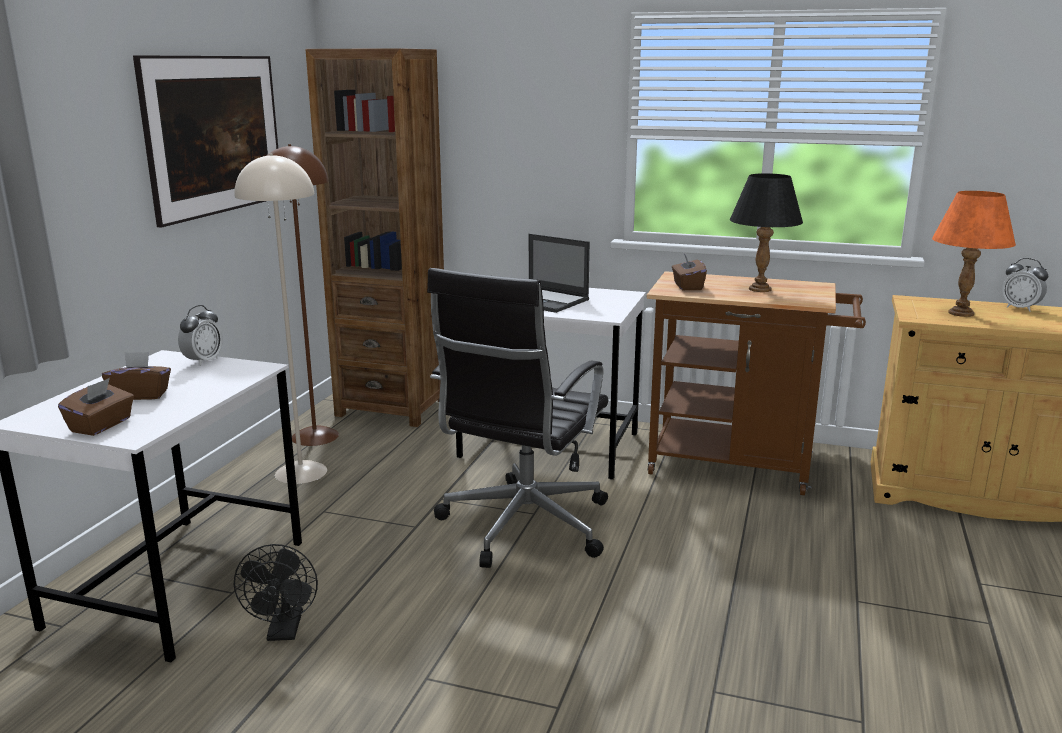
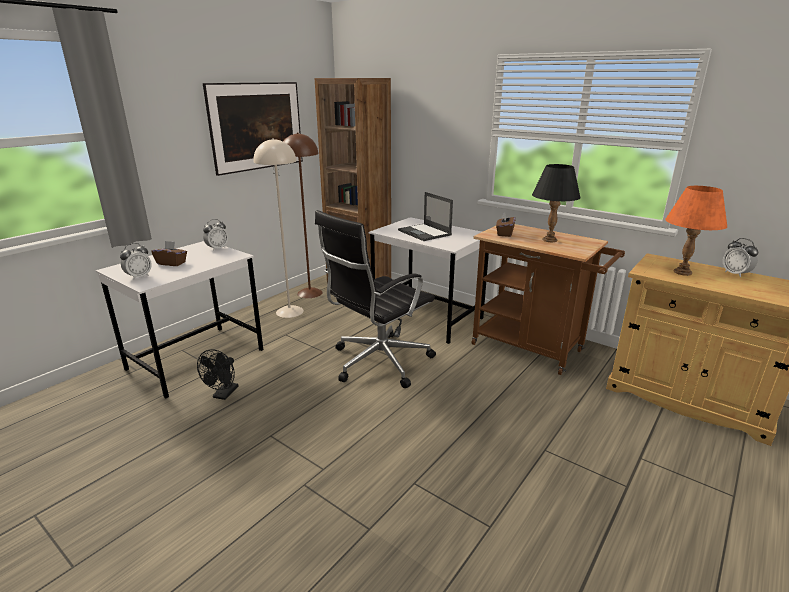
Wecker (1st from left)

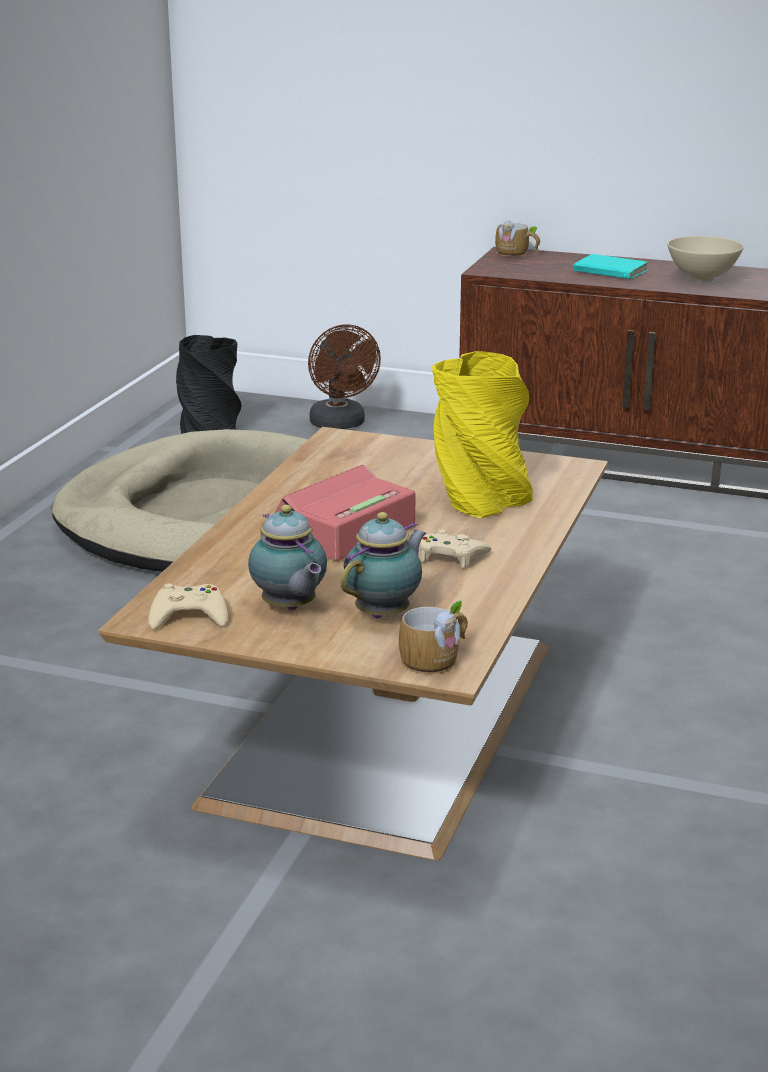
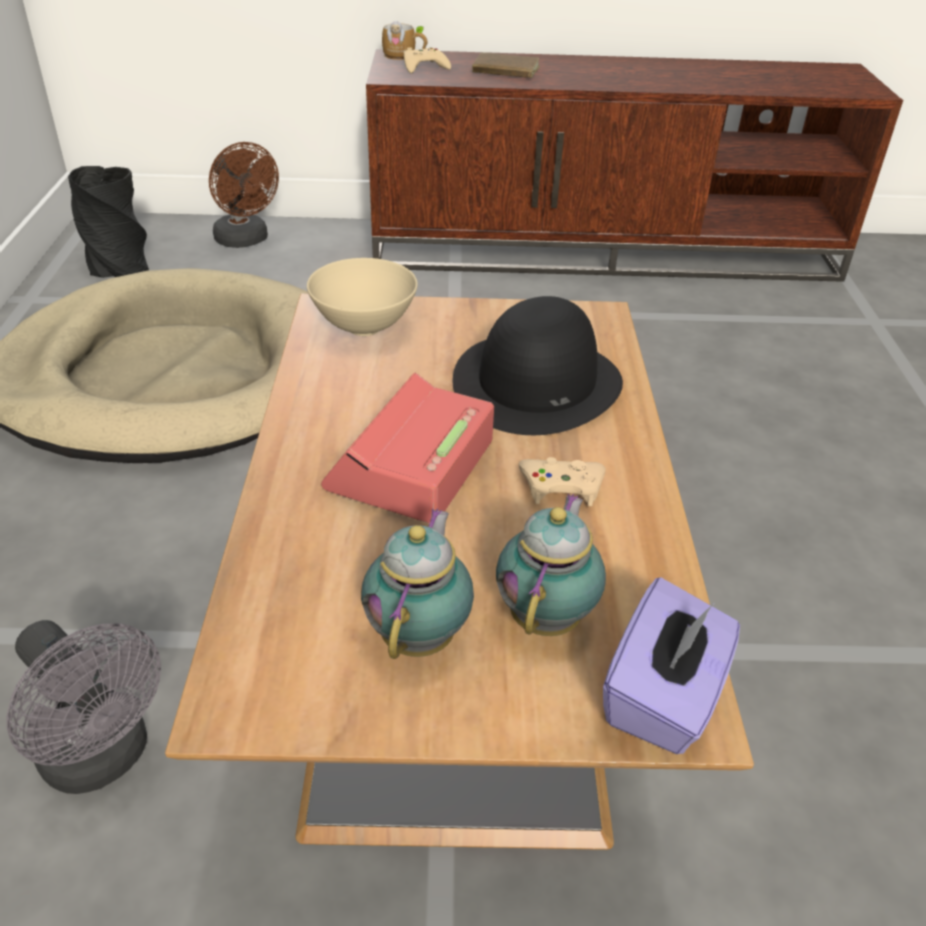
Gamepad (beige) (1st from left)
Teekanne (1st from left)
Taschentuchbox (lila)
Hut (schwarz)
Buch (braun)
Schüssel (beige)
Ventilator (grau)

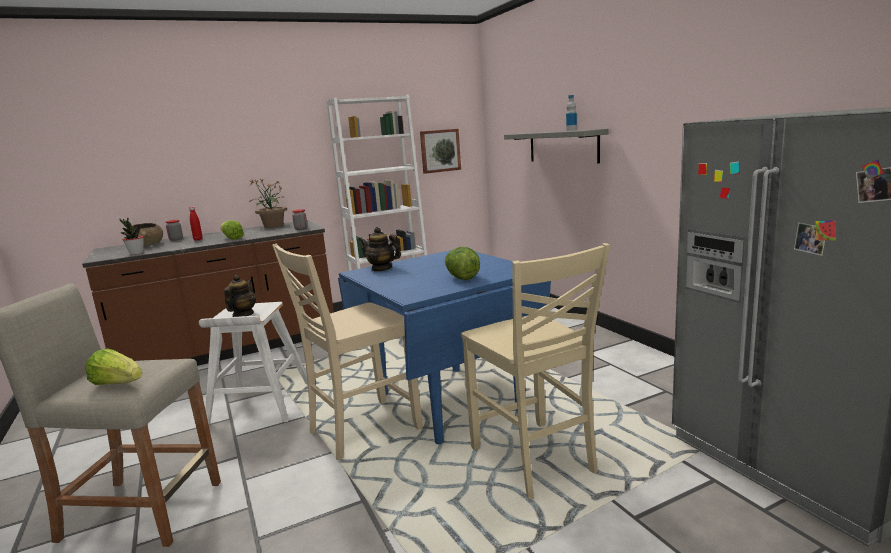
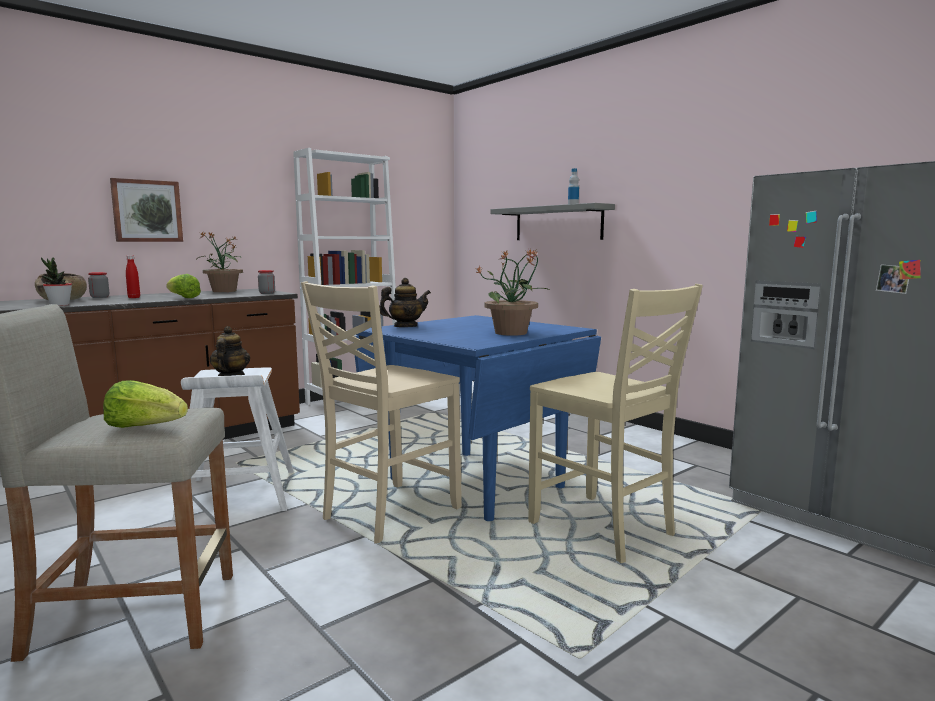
Teekanne (2nd from left)
Bild
Topfpflanze (3rd from left)

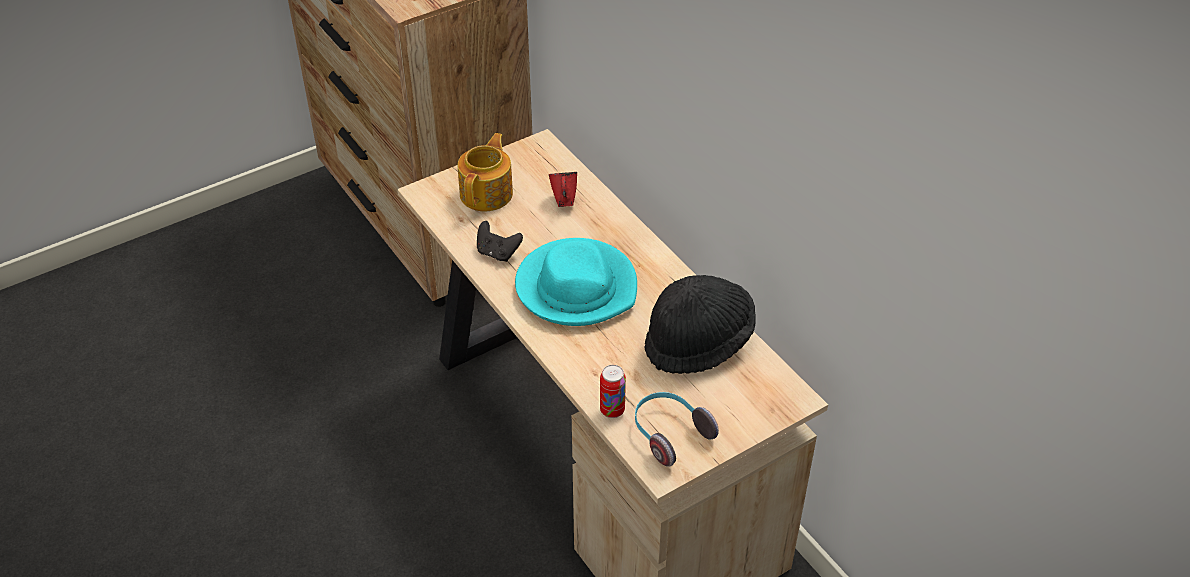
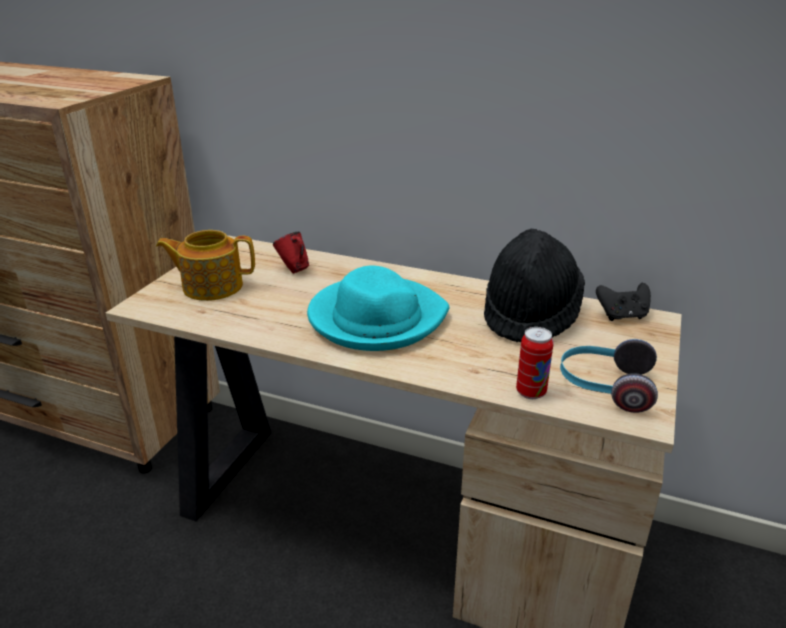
Teekanne
Gamepad (schwarz)

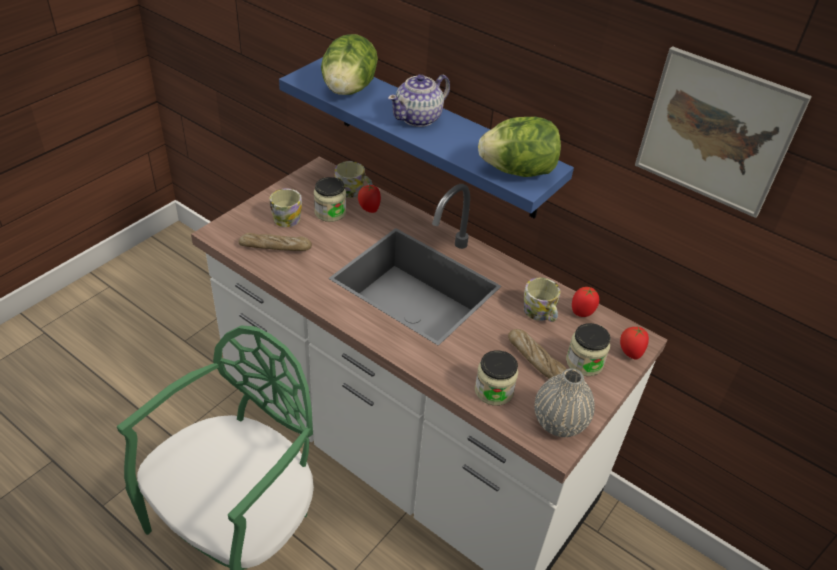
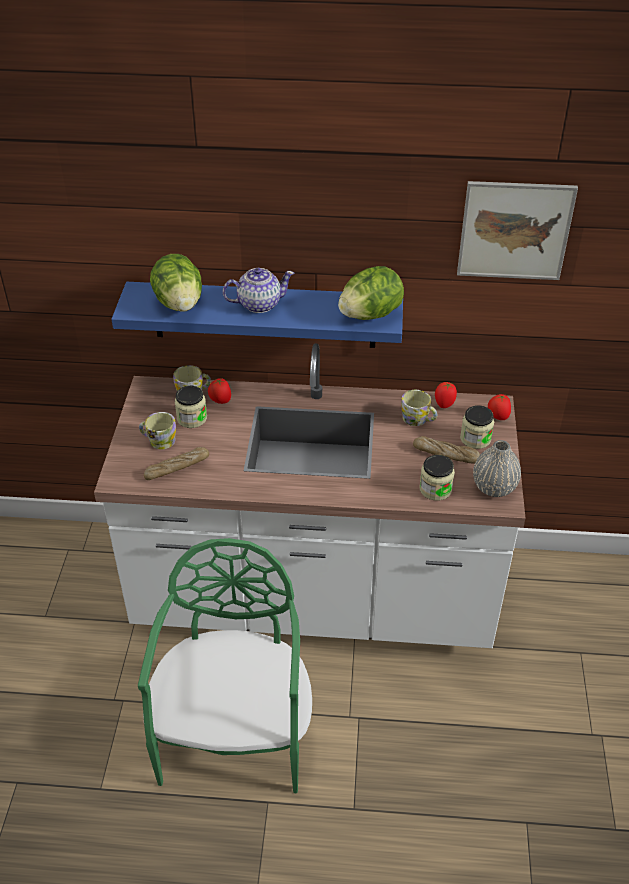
Teekanne

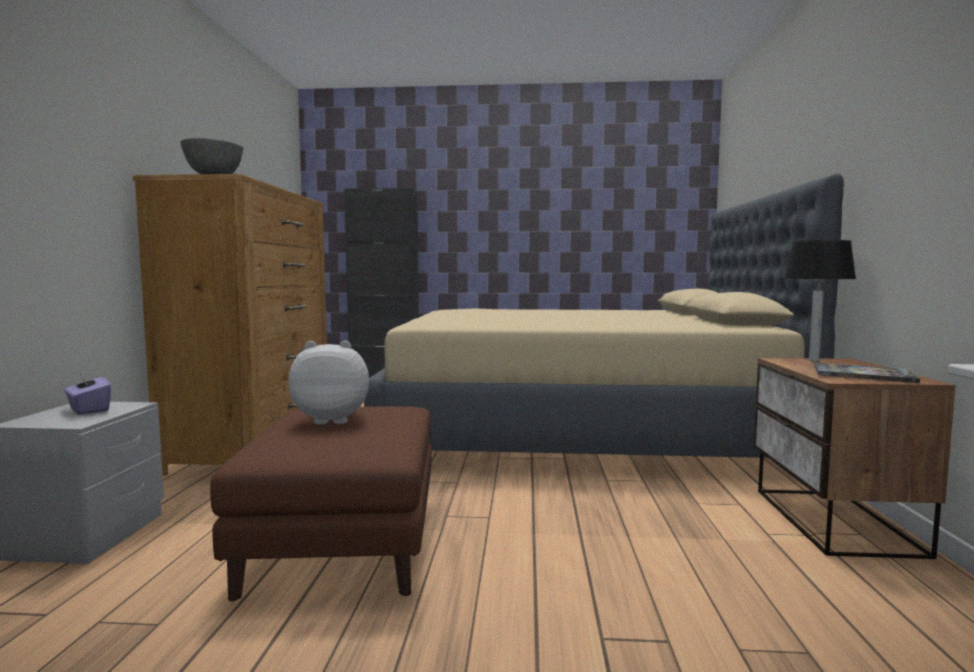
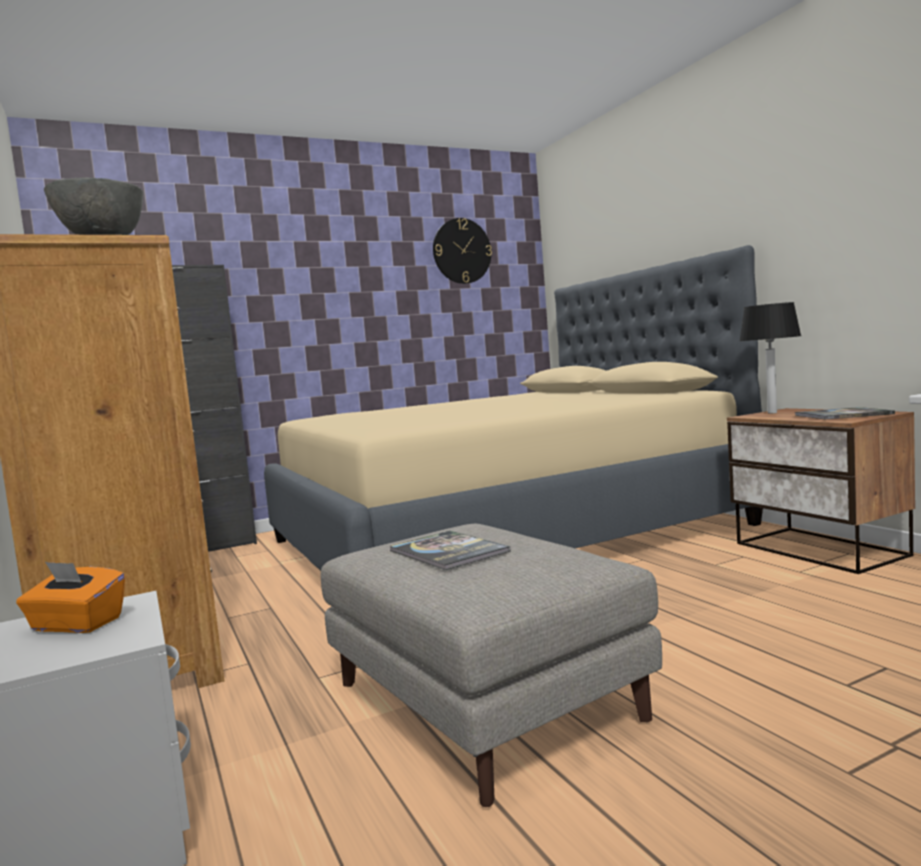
Taschentuchbox (orange)
Polsterhocker (grau)
Buch (1st from left)
Wanduhr

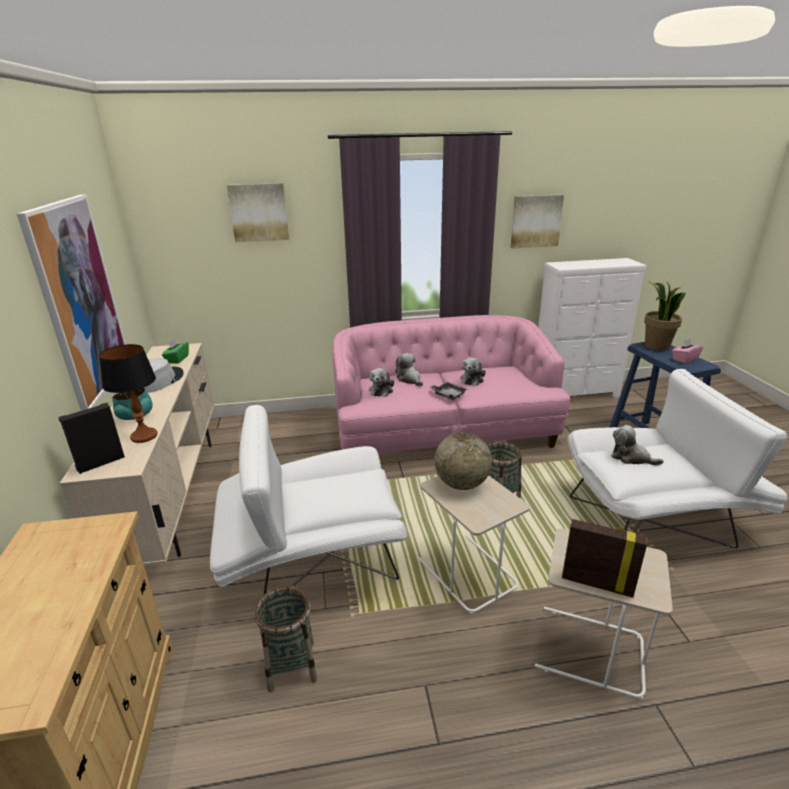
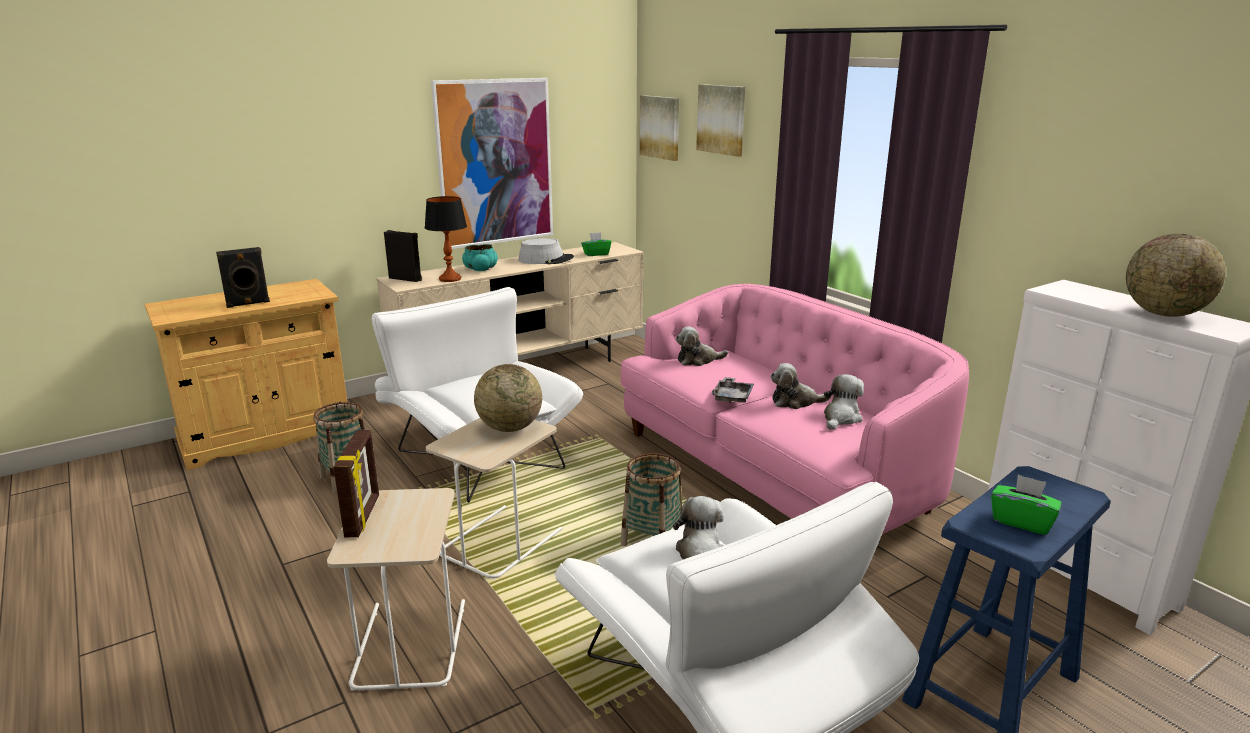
Plüschtier (4th from left)
Bild (2nd from left)
Topfpflanze
Taschentuchbox (grün) (2nd from left)
Lautsprecher (schwarz) (1st from left)
Globus (2nd from left)

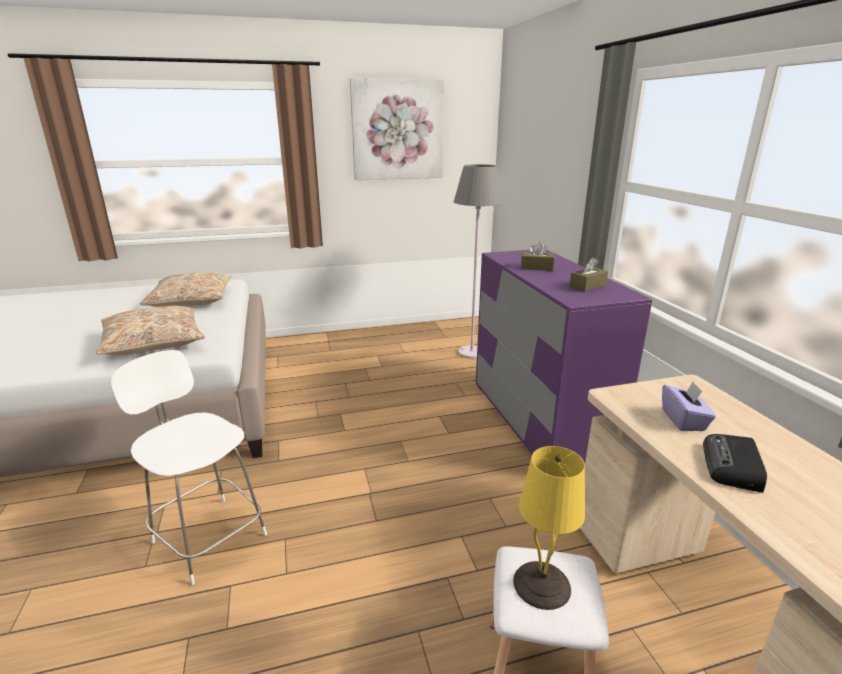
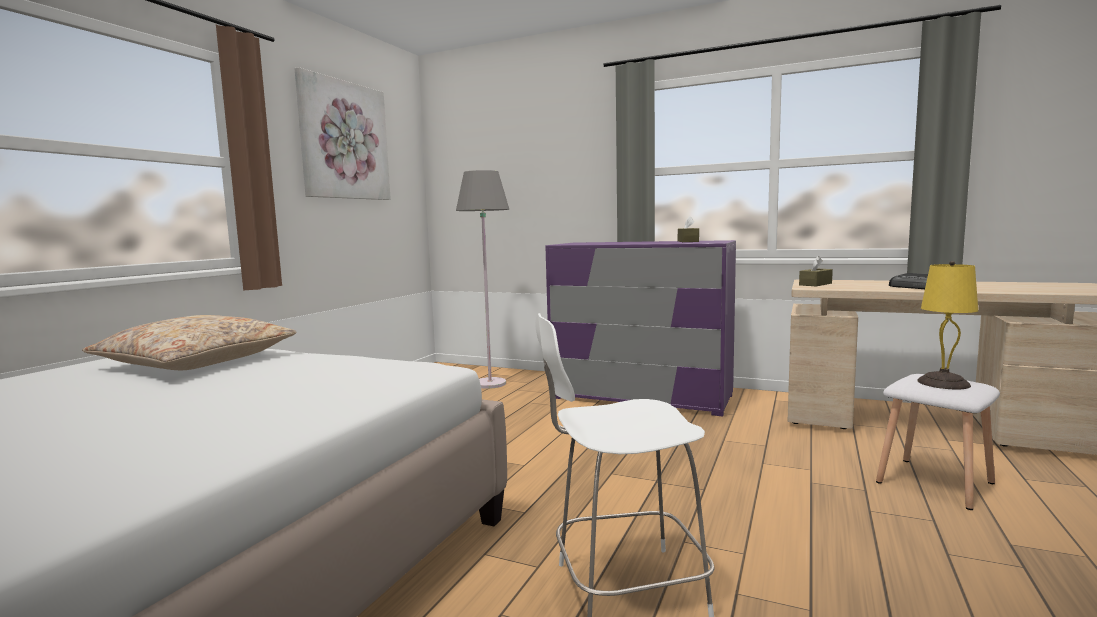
Kissen (beige) (1st from left in the first image)
Taschentuchbox (braun) (2nd from left)
Taschentuchbox (lila)

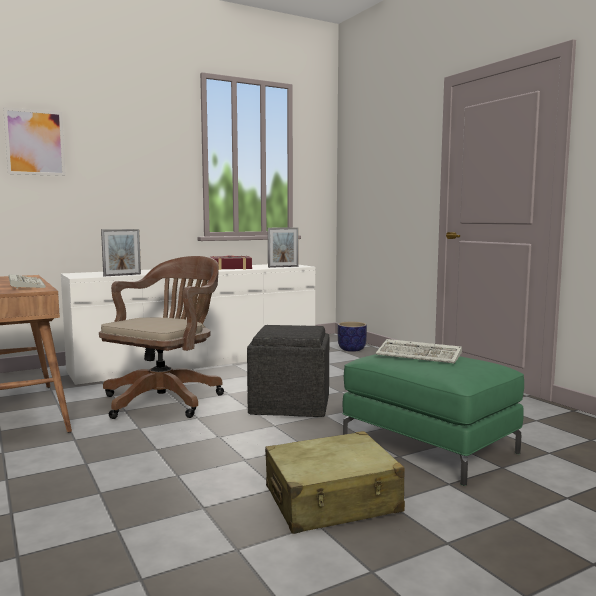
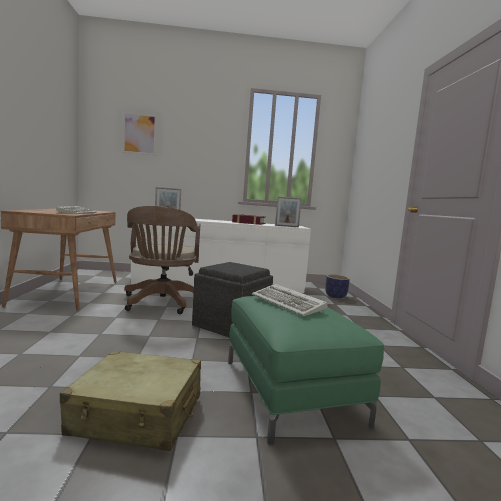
Bürostuhl (braun)

